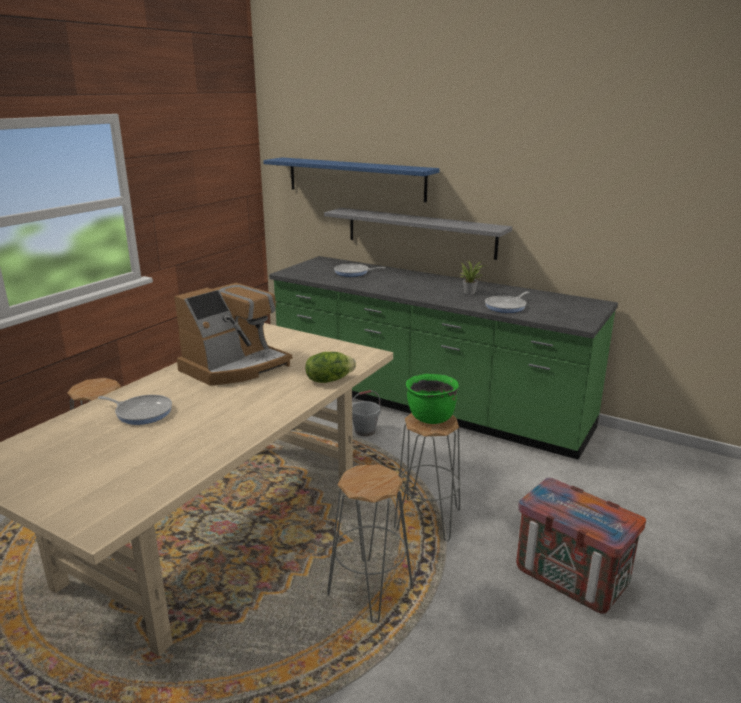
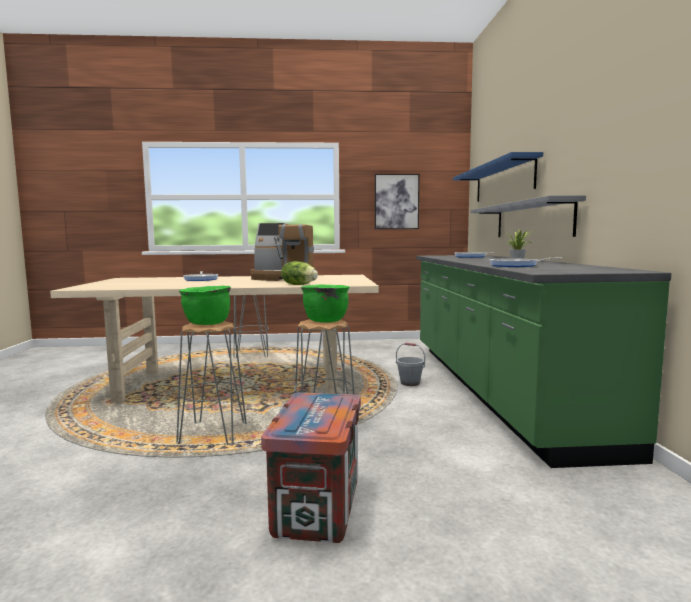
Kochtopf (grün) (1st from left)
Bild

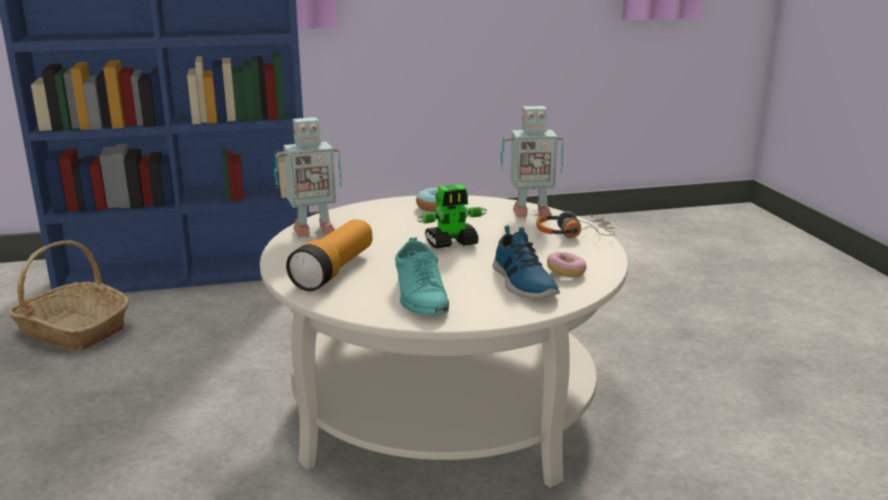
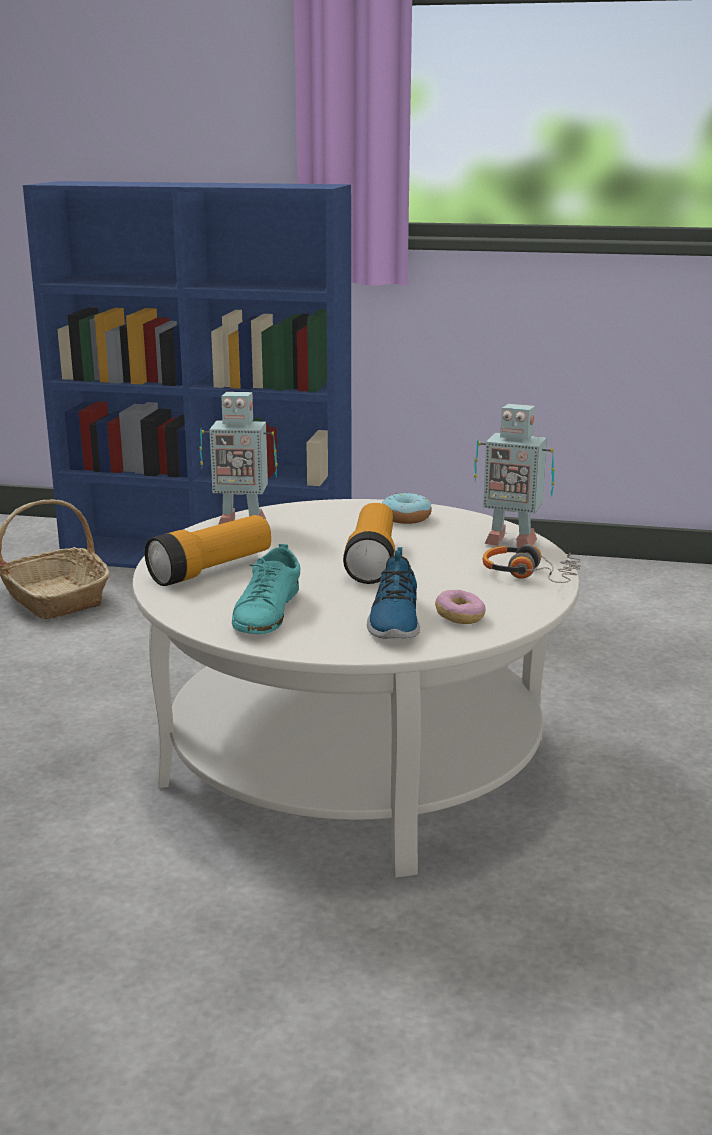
Taschenlampe (2nd from left)

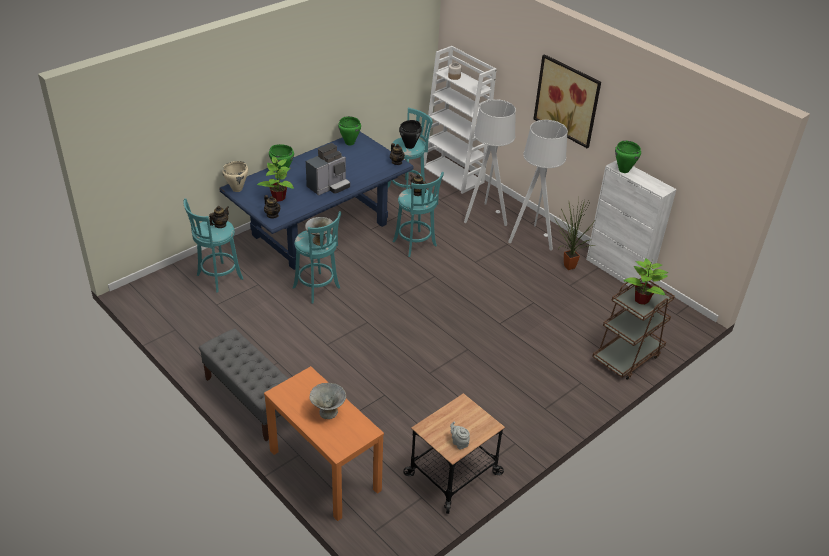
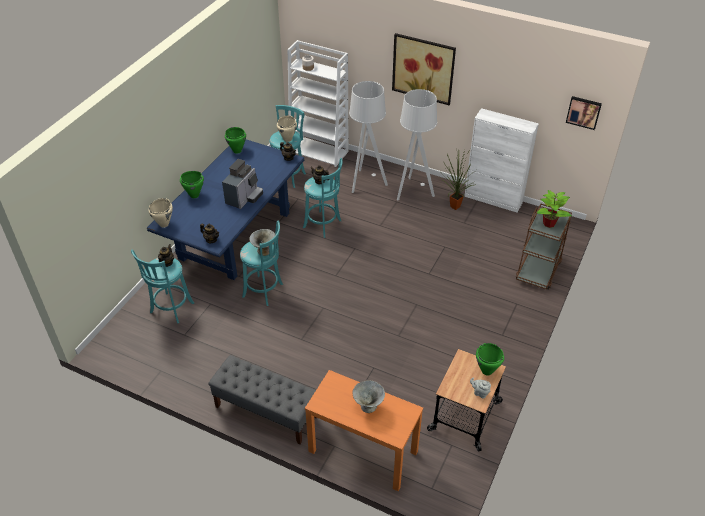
Topfpflanze (1st from left in the first image)
Kochtopf (beige) (2nd from left)
Kochtopf (grün) (3rd from left)
Bild (2nd from left)

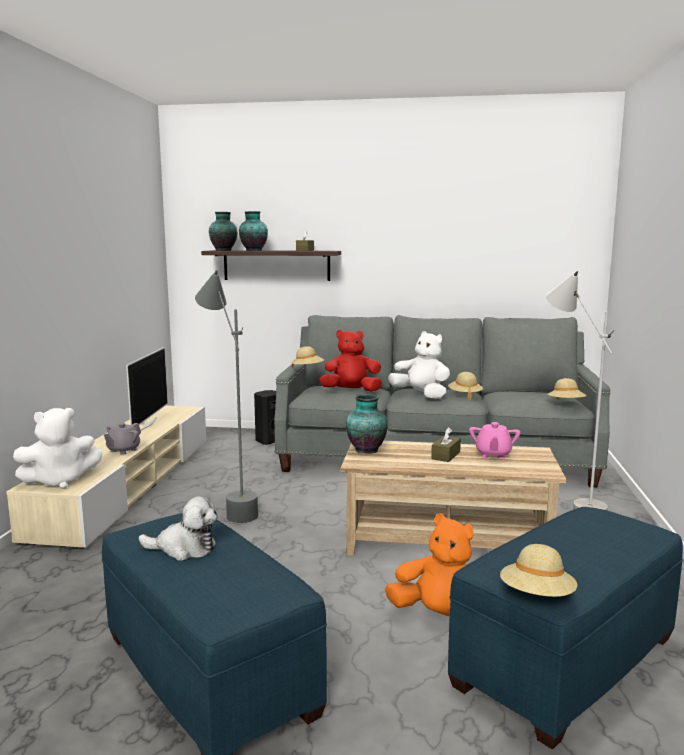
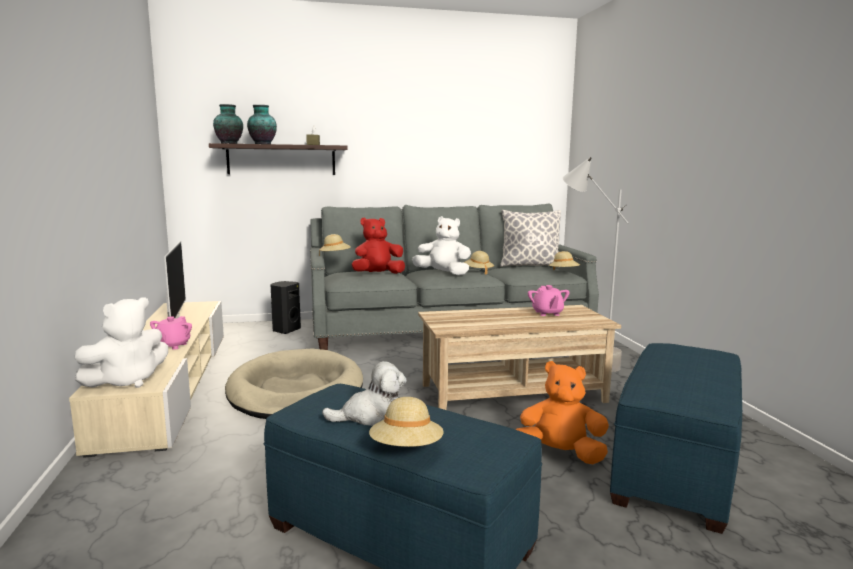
Teekanne (rosa) (1st from left)
Hundebett (beige)
Vase (3rd from left in the first image)
Taschentuchbox (braun) (2nd from left in the first image)
Hut (beige) (2nd from left)
Kissen

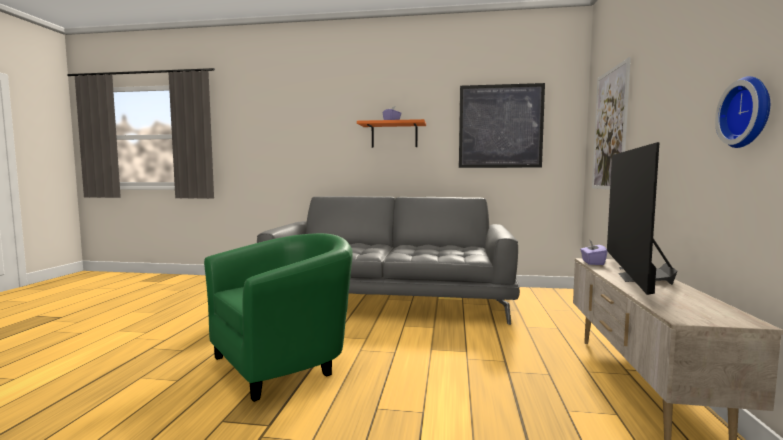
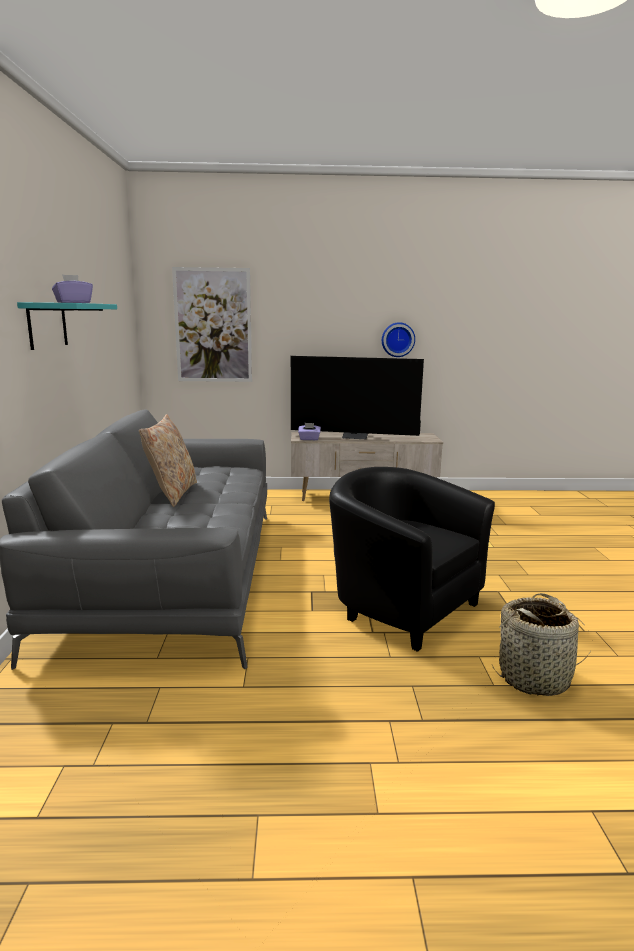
Sessel (schwarz)
Wandregal (türkis)
Bild (1st from left in the first image)
Kissen (beige)
Korb

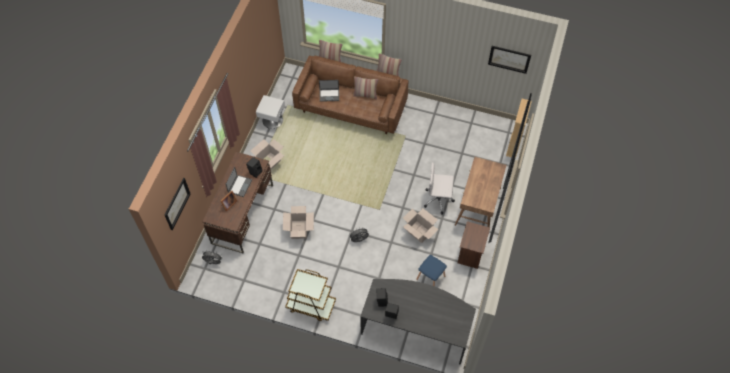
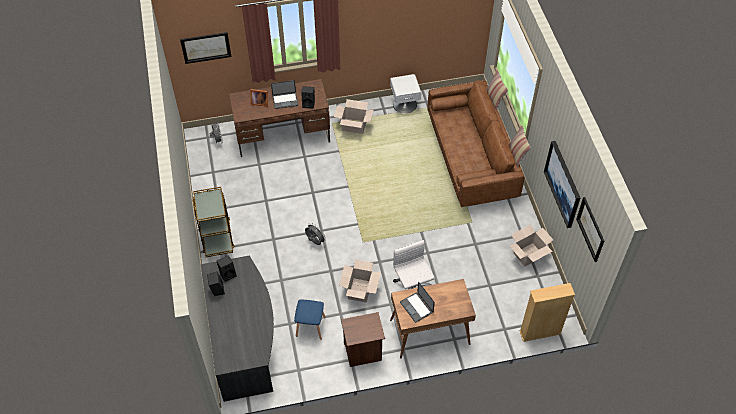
Karton (3rd from left)
Laptop (2nd from left)
Kissen (2nd from left in the first image)
Bild (2nd from left)

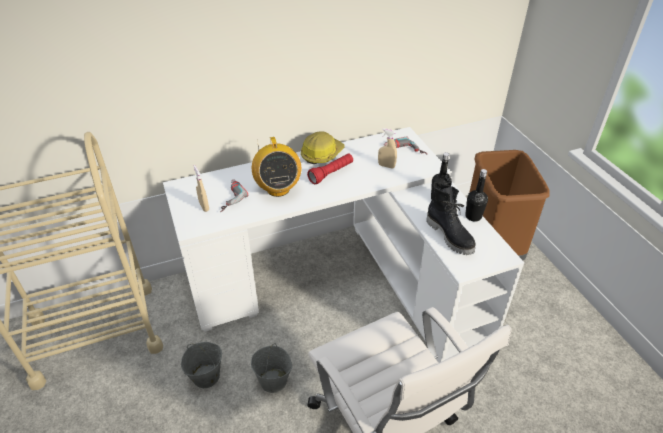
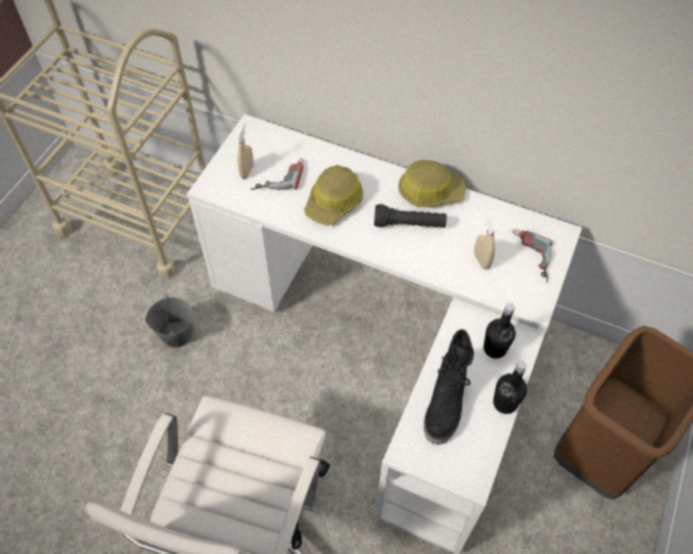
Eimer (grau) (2nd from left in the first image)
Schutzhelm (1st from left)
Taschenlampe (schwarz)

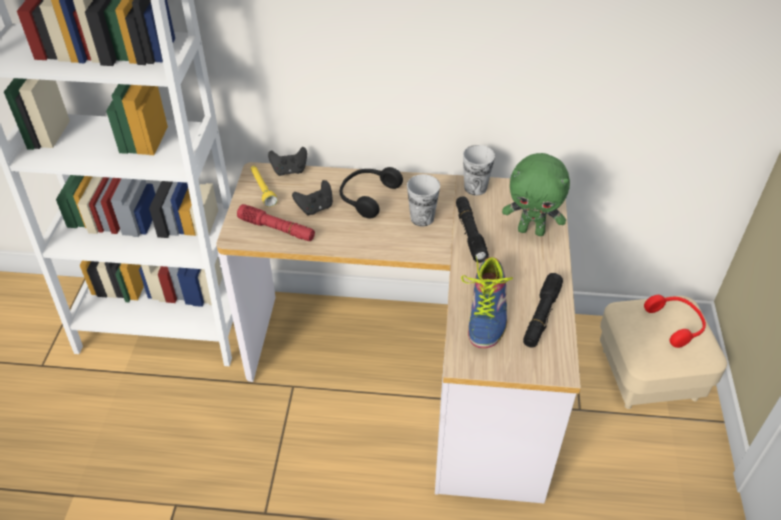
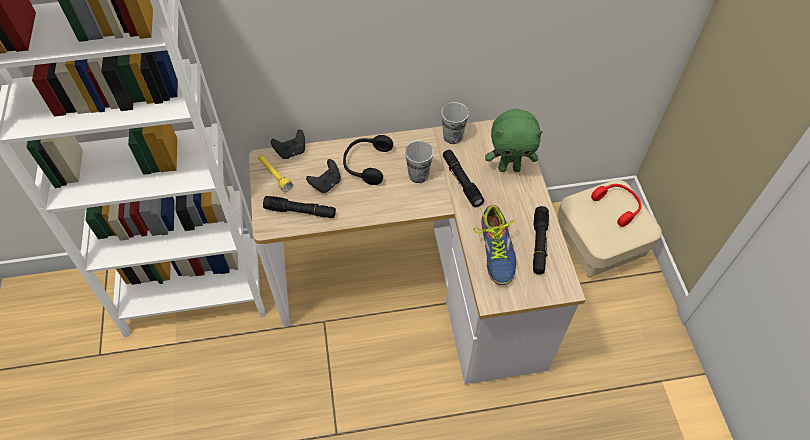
Taschenlampe (schwarz) (1st from left)

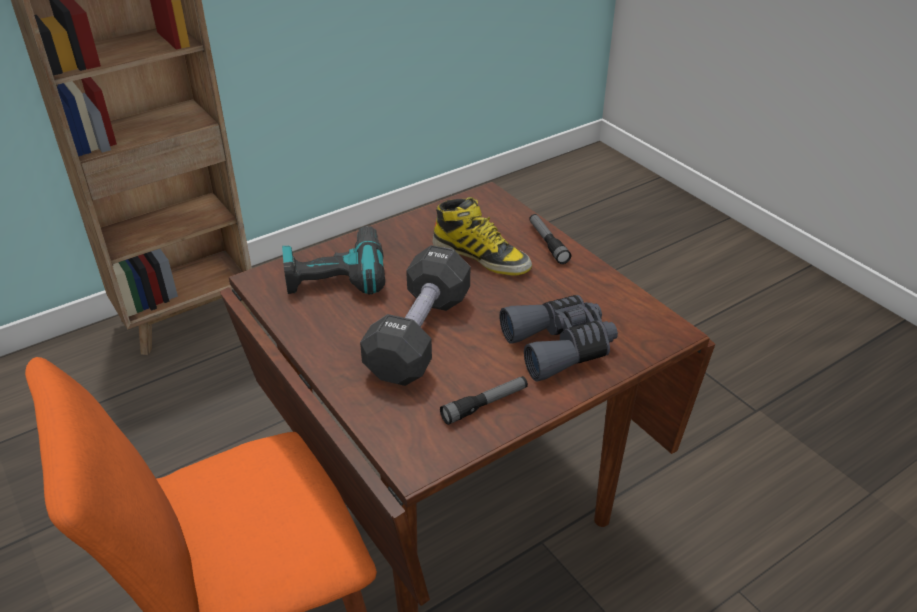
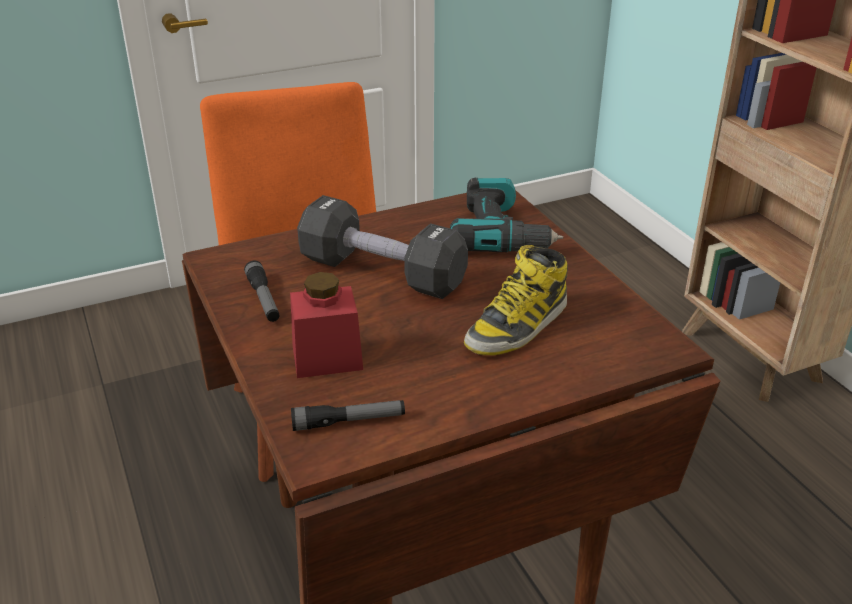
Vorratsglas (rot)
Taschenlampe (2nd from left)

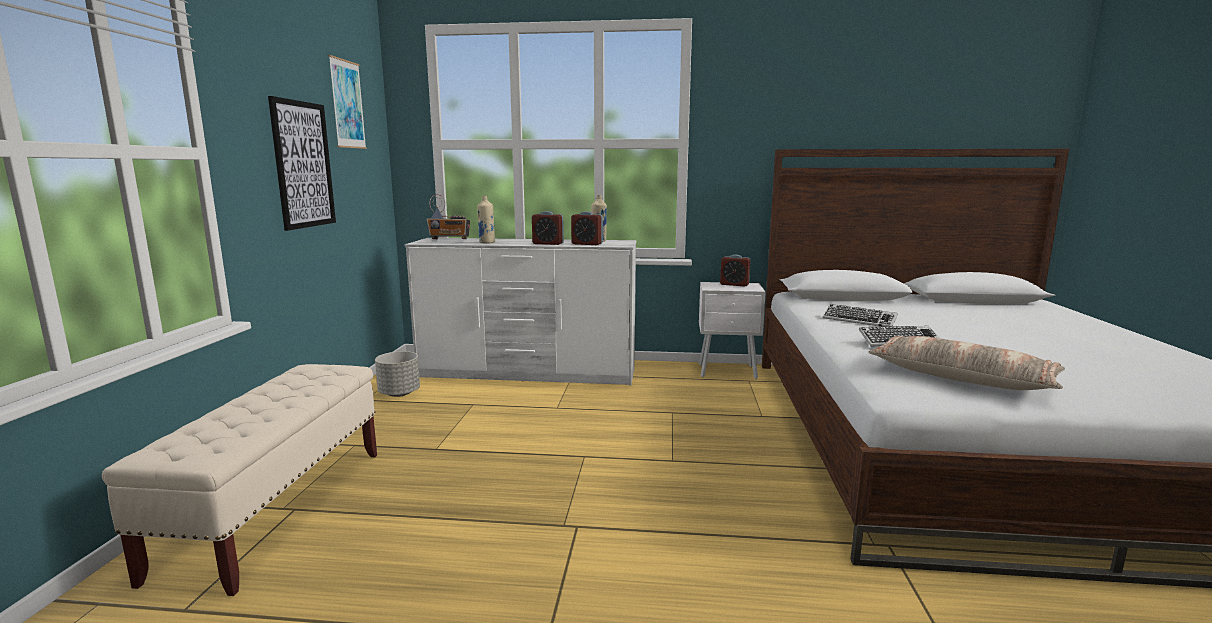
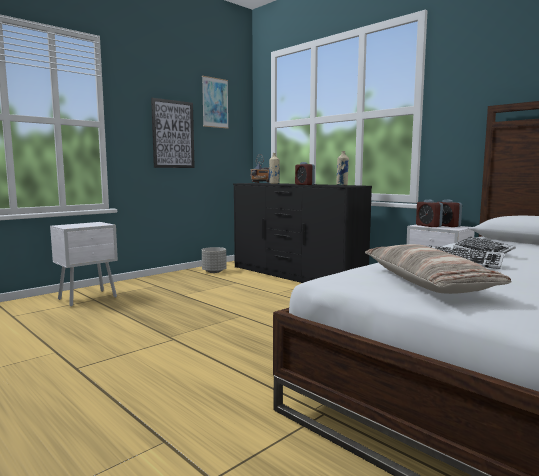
Nachttisch (weiß) (1st from left)
Kommode (schwarz)
Wecker (2nd from left)

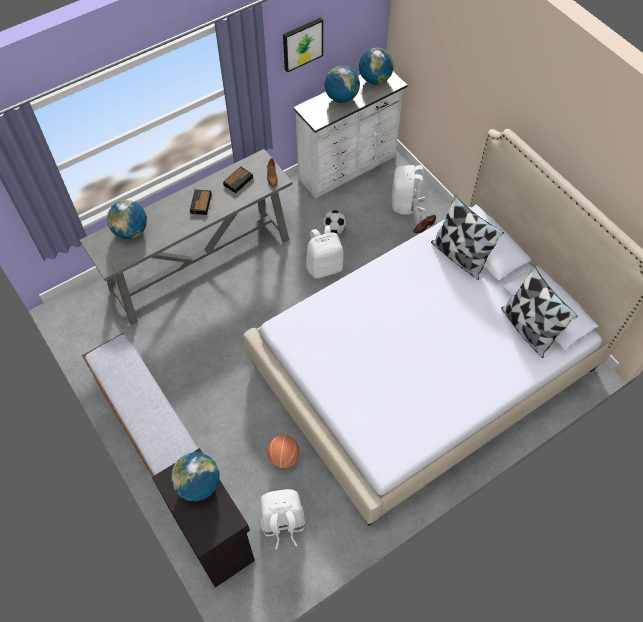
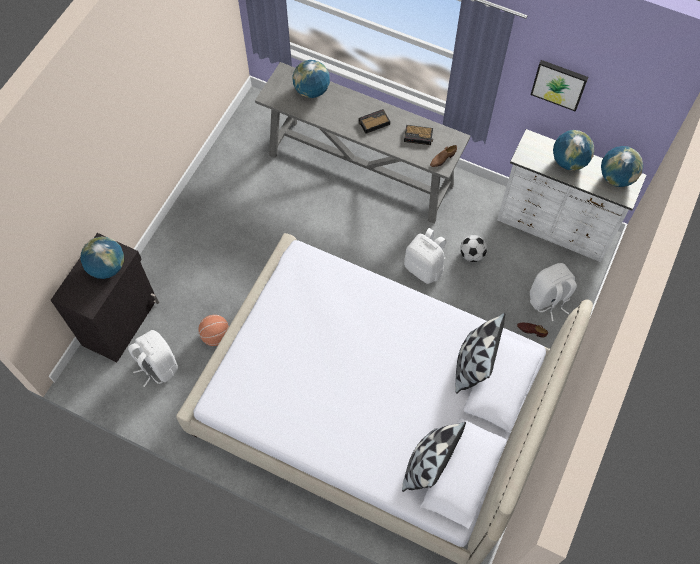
Bank

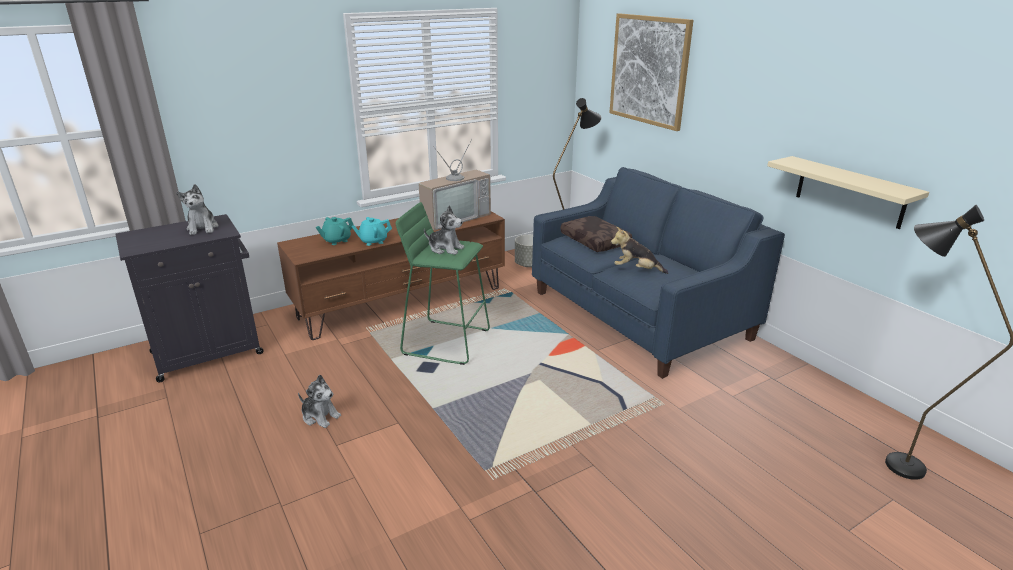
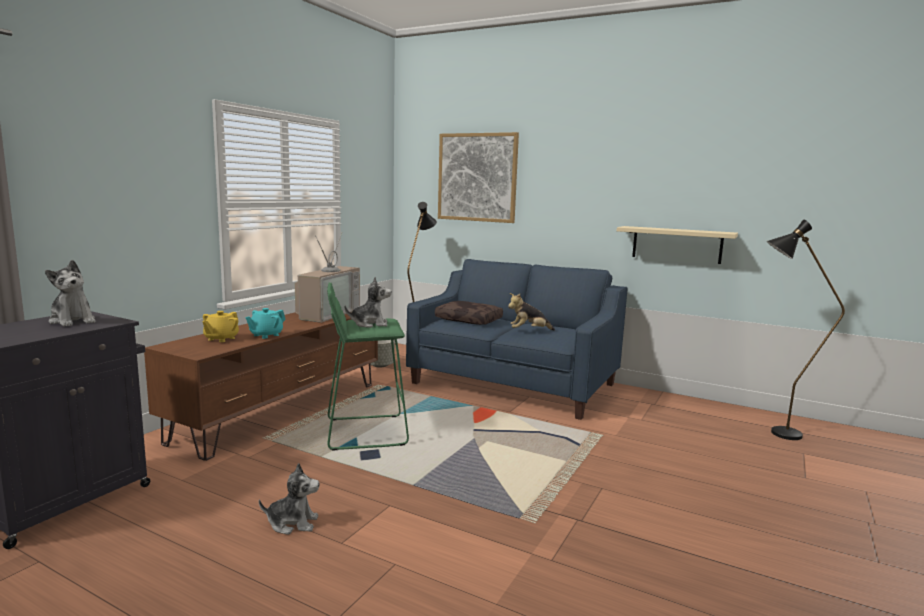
Teekanne (gelb)

